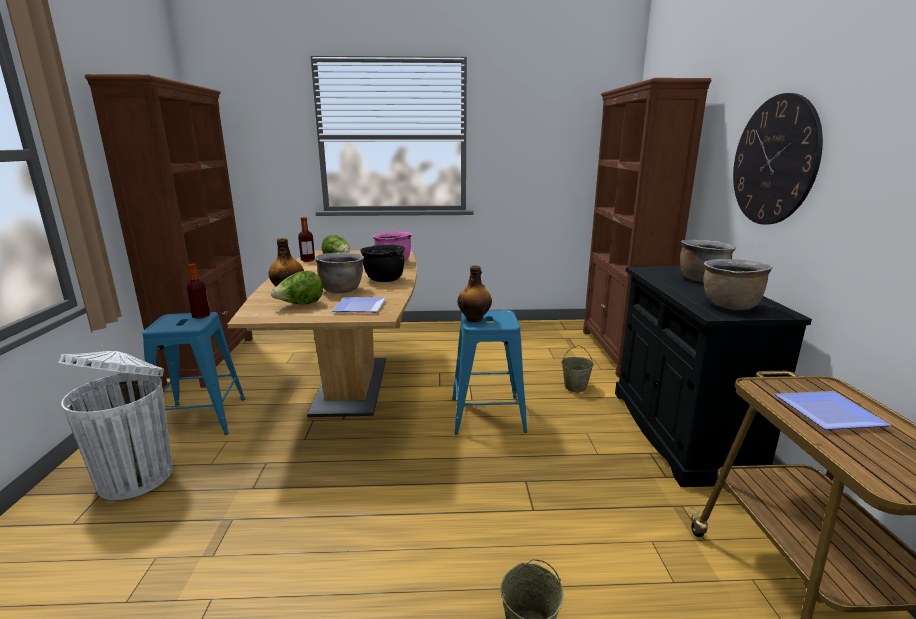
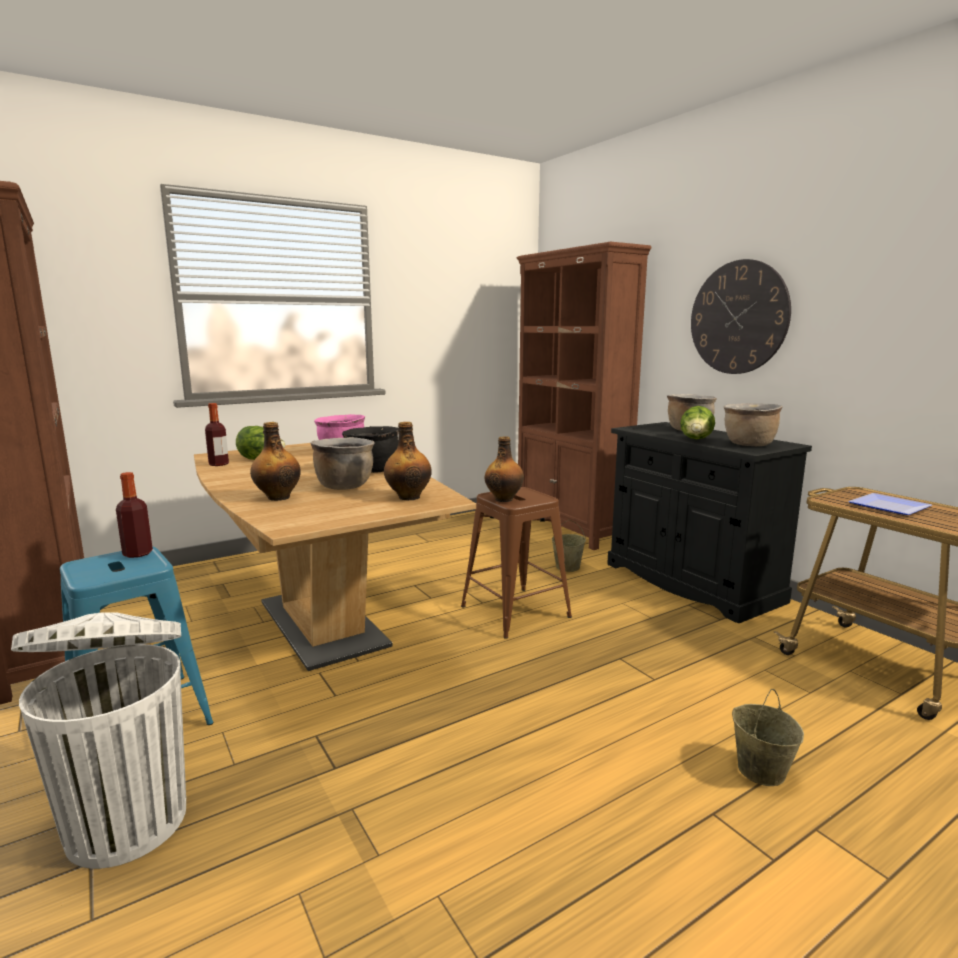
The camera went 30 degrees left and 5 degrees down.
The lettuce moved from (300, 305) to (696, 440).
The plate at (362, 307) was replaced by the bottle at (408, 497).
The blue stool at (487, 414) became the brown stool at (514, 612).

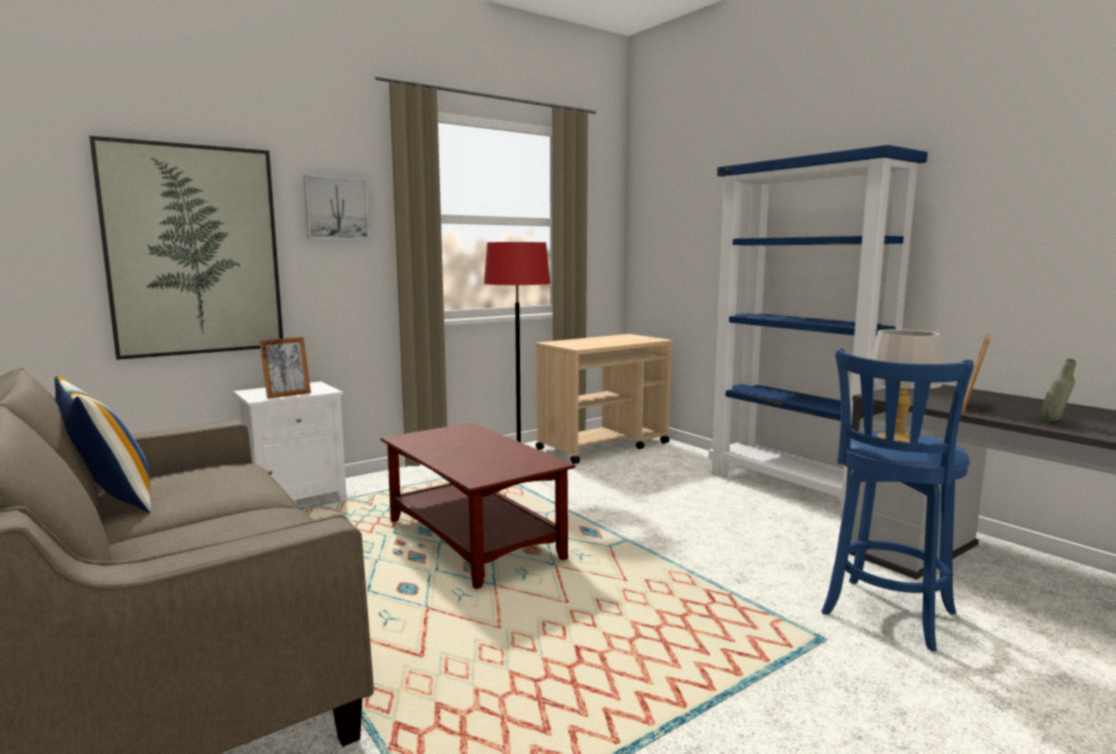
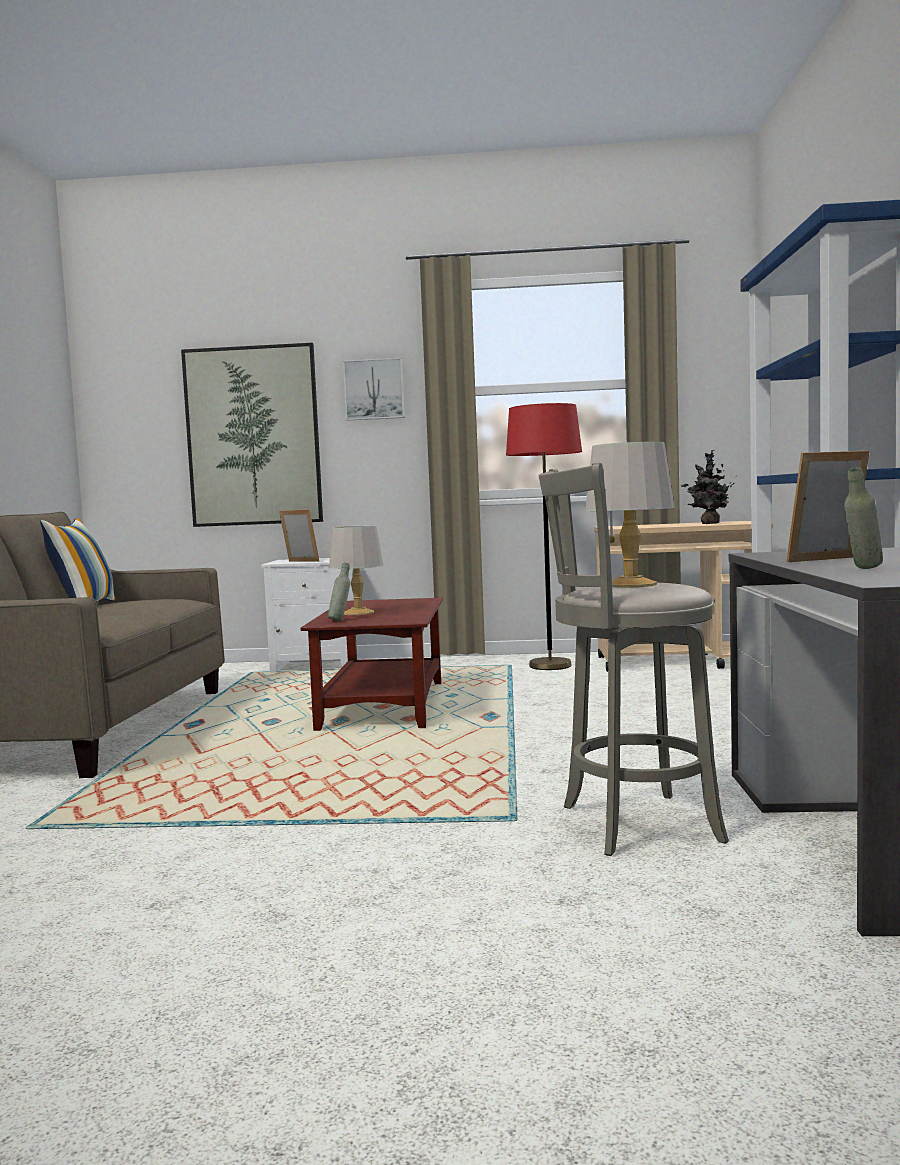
The camera went 40 degrees right and 5 degrees down.
The picture frame at (287, 395) turned 150 degrees counterclockwise.
The blue stool at (886, 616) became the grey stool at (631, 824).
The potted plant at (708, 523) appeared.
The grey table lamp at (358, 613) appeared.
The grey bottle at (340, 620) appeared.

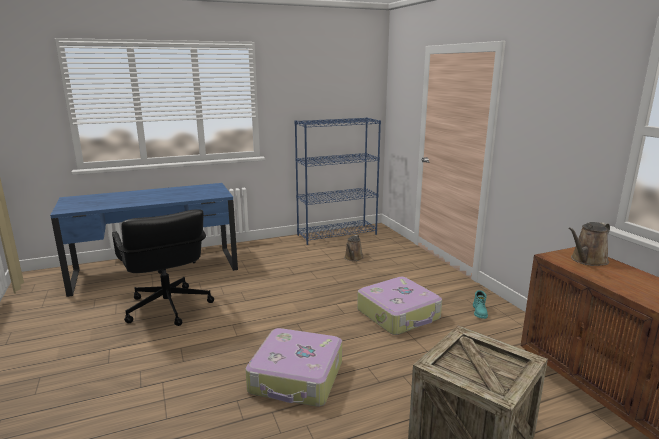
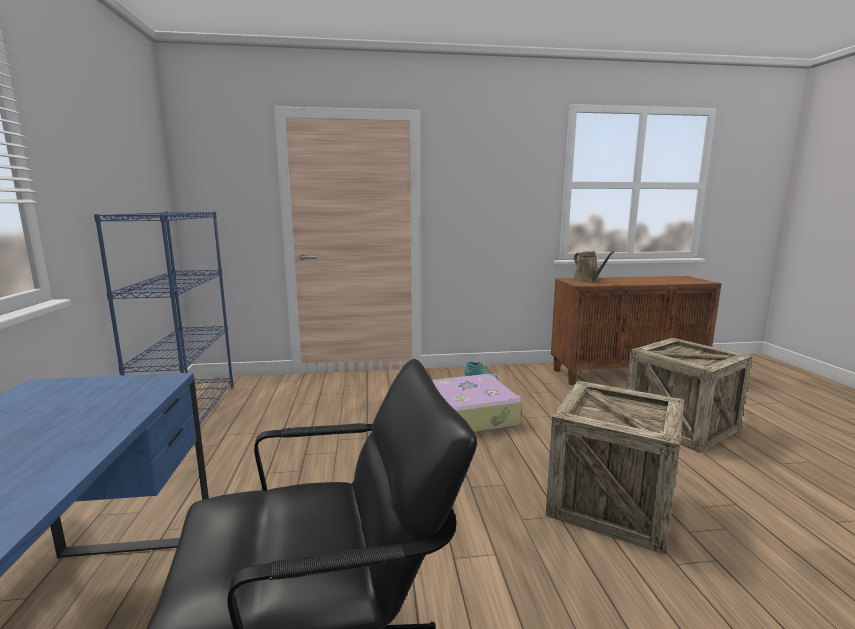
The camera went 75 degrees left and 5 degrees down.
The brown watering can at (353, 258) disappeared.
The suitcase at (297, 378) was replaced by the crate at (611, 503).

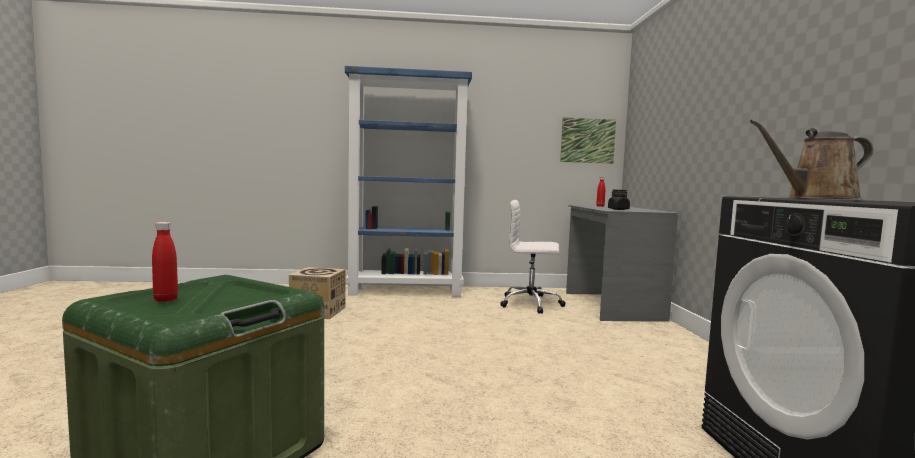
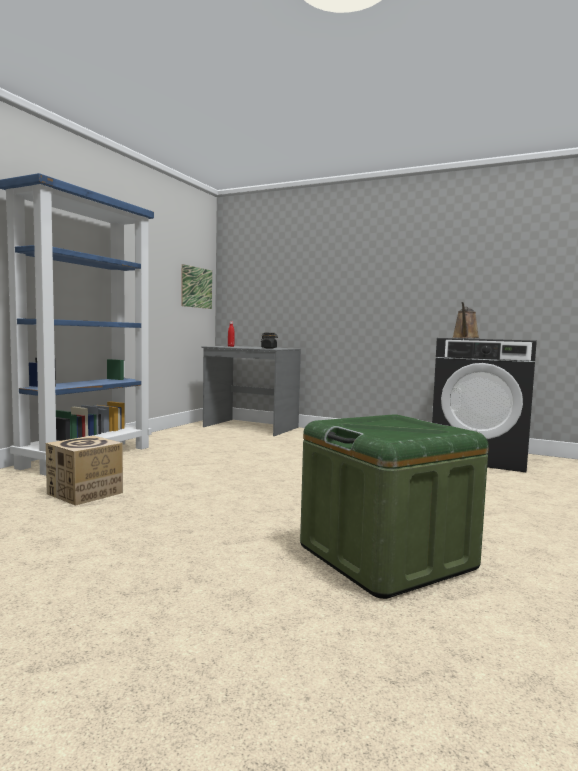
The camera went 60 degrees left and 0 degrees up.
The white office chair at (531, 304) disappeared.
The red bottle at (165, 299) disappeared.

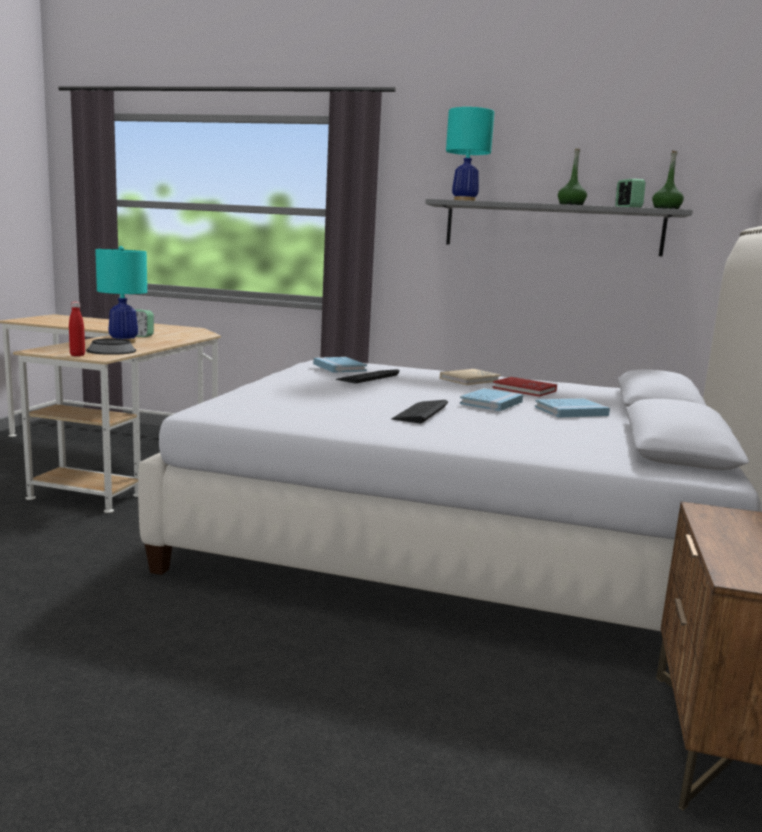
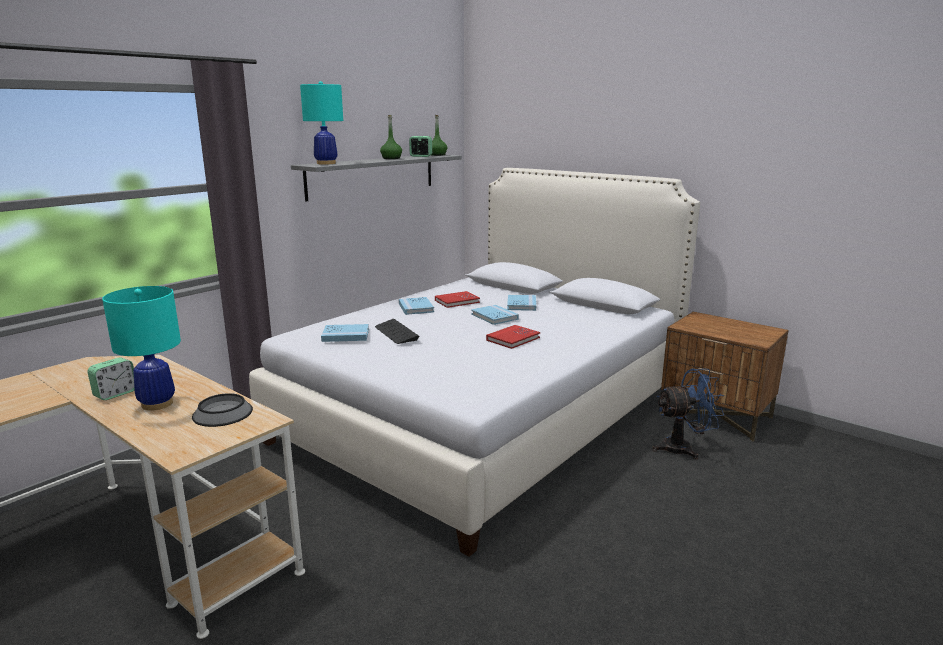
The camera went 65 degrees left and 5 degrees up.
The red bottle at (77, 355) disappeared.
The beige book at (469, 380) became the blue book at (416, 308).
The keyboard at (420, 413) was replaced by the red book at (513, 339).
The blue fan at (683, 448) appeared.

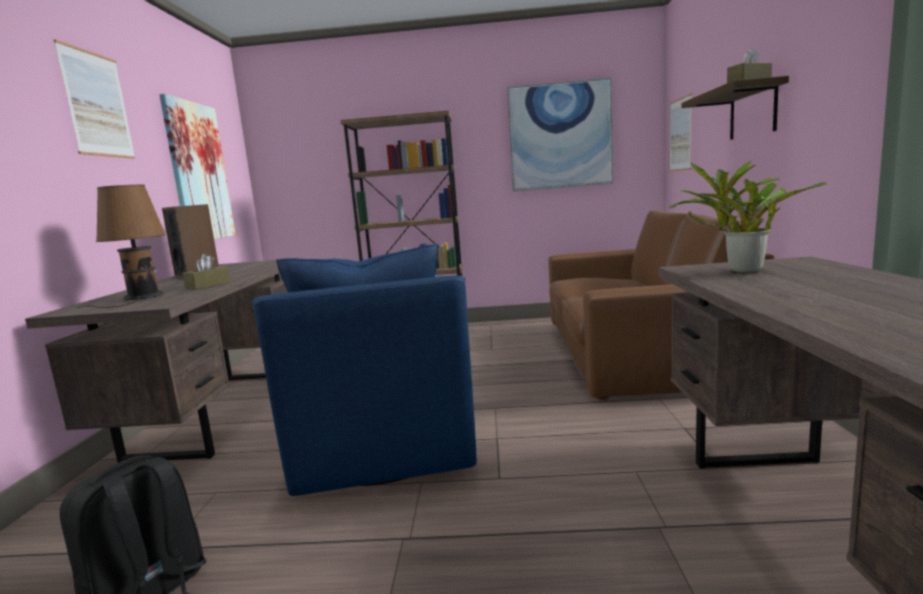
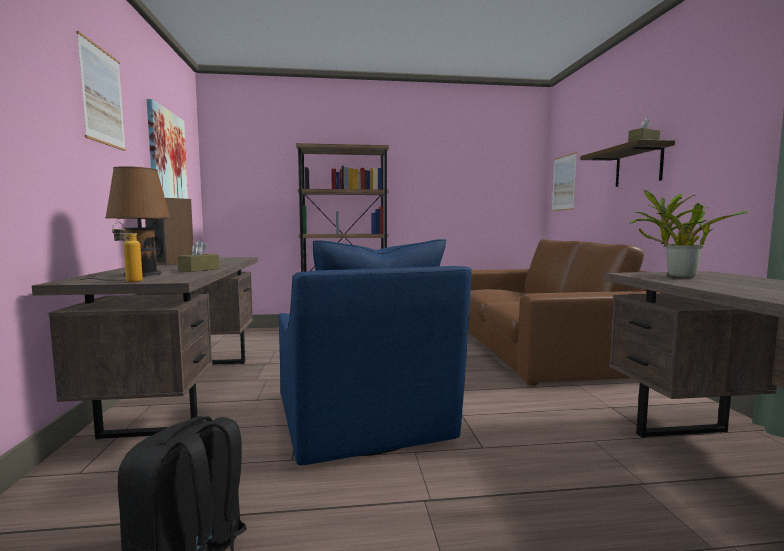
The camera went 10 degrees left and 5 degrees down.
The picture at (560, 136) disappeared.
The bottle at (129, 282) appeared.

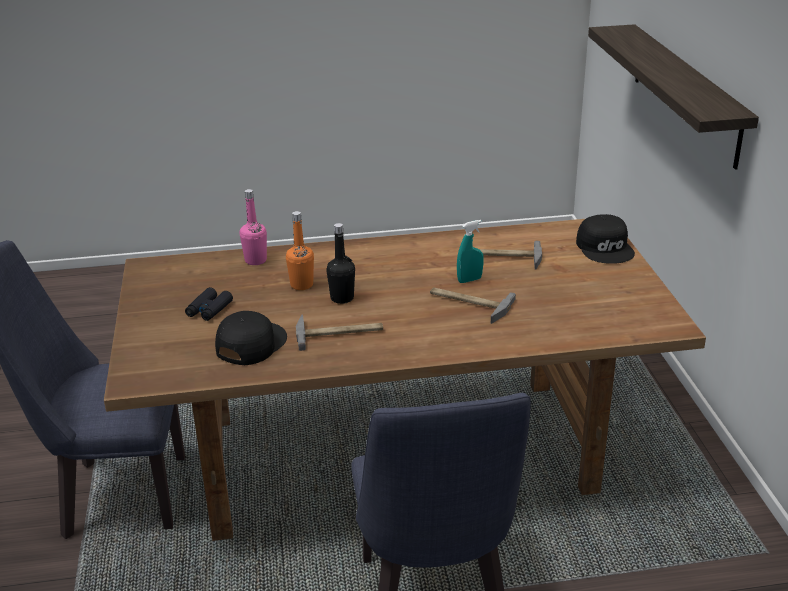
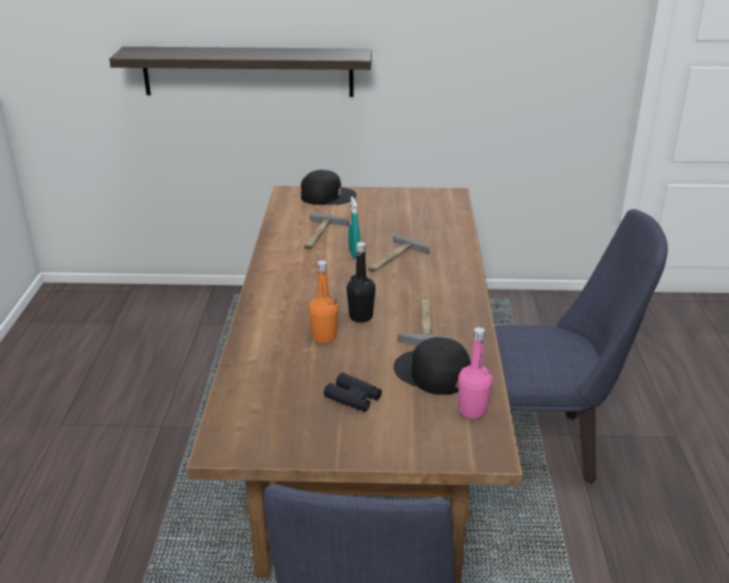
The camera went 80 degrees left and 0 degrees up.
The pink bottle moved from (255, 260) to (472, 411).

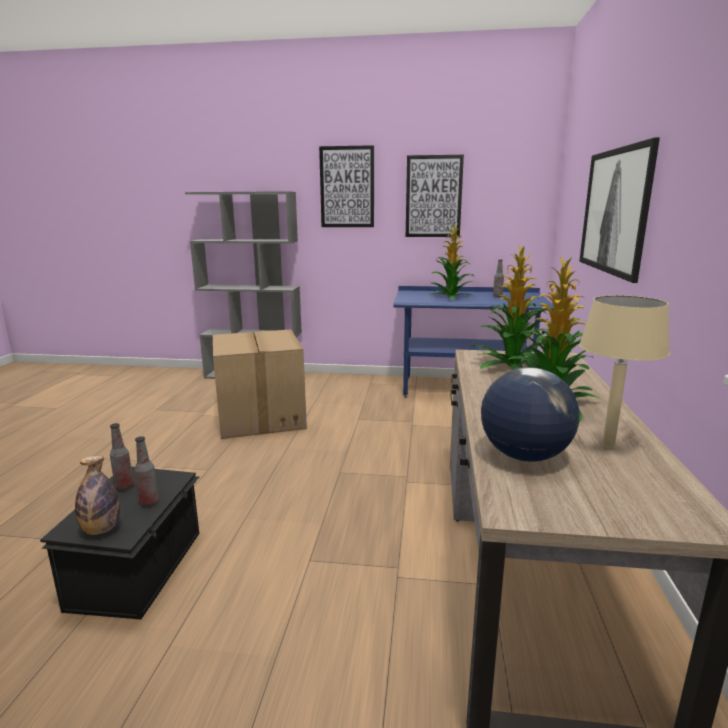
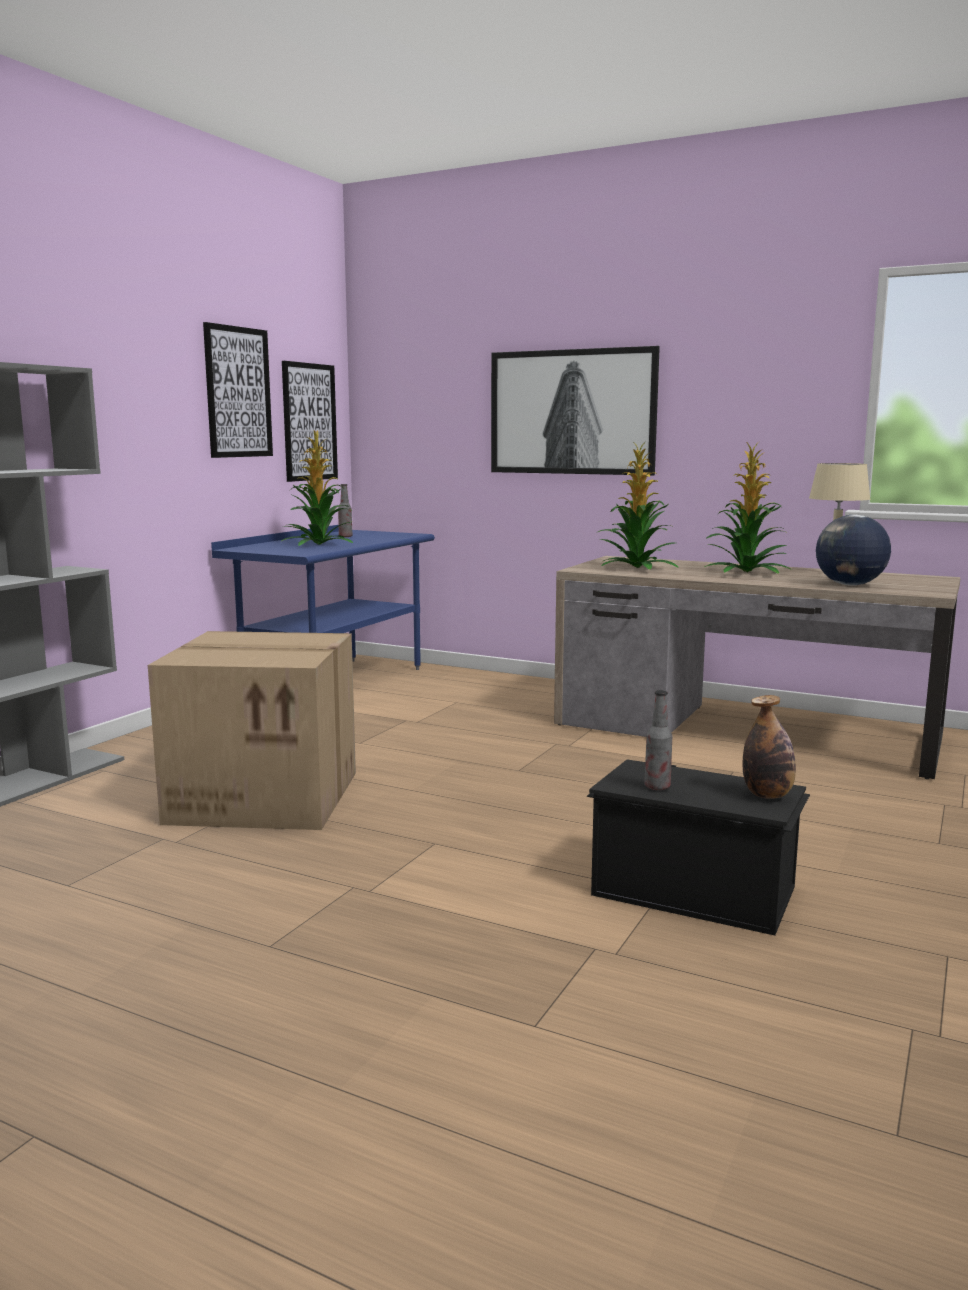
The camera went 70 degrees left and 5 degrees down.
The picture moved from (347, 187) to (309, 422).
The bottle at (149, 502) disappeared.

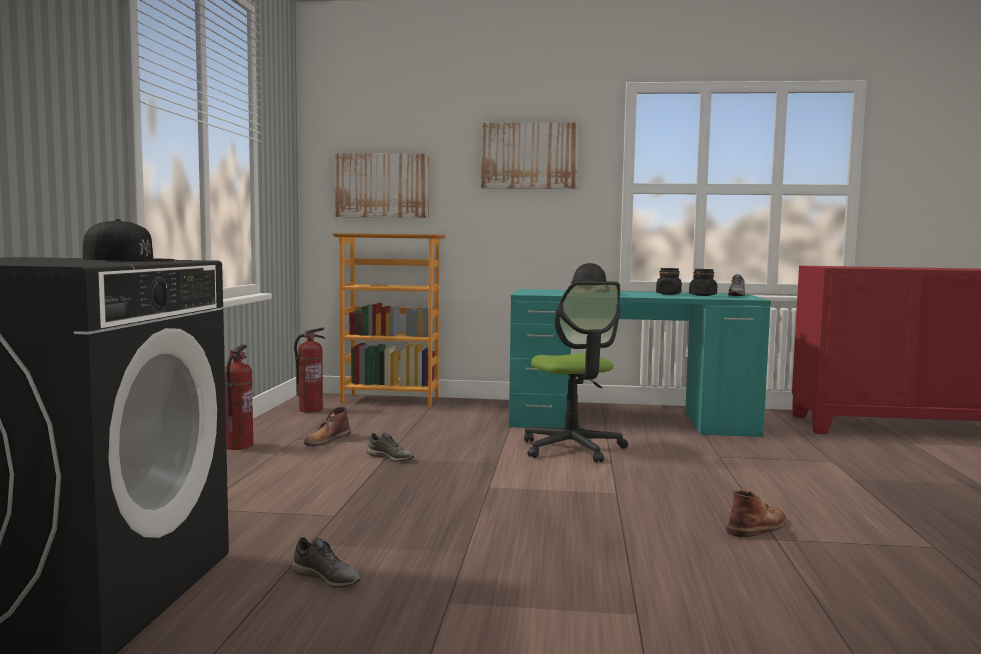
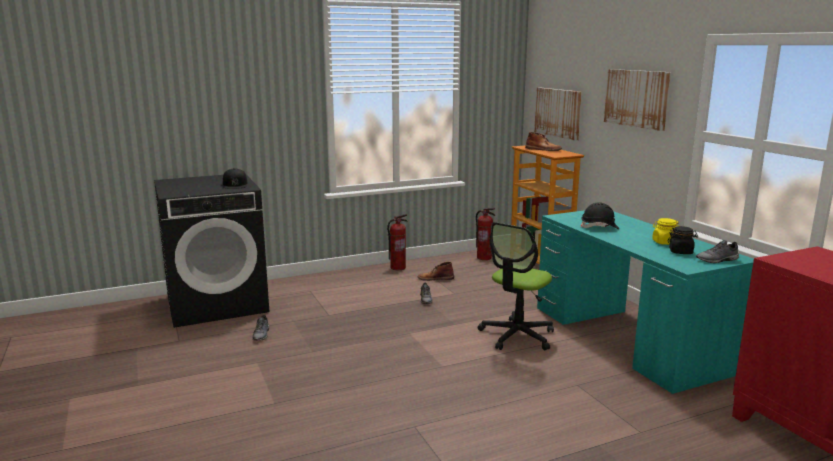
The camera went 60 degrees right and 10 degrees up.
The black jar at (668, 294) became the yellow jar at (664, 242).
The brown boot moved from (758, 527) to (543, 149).

